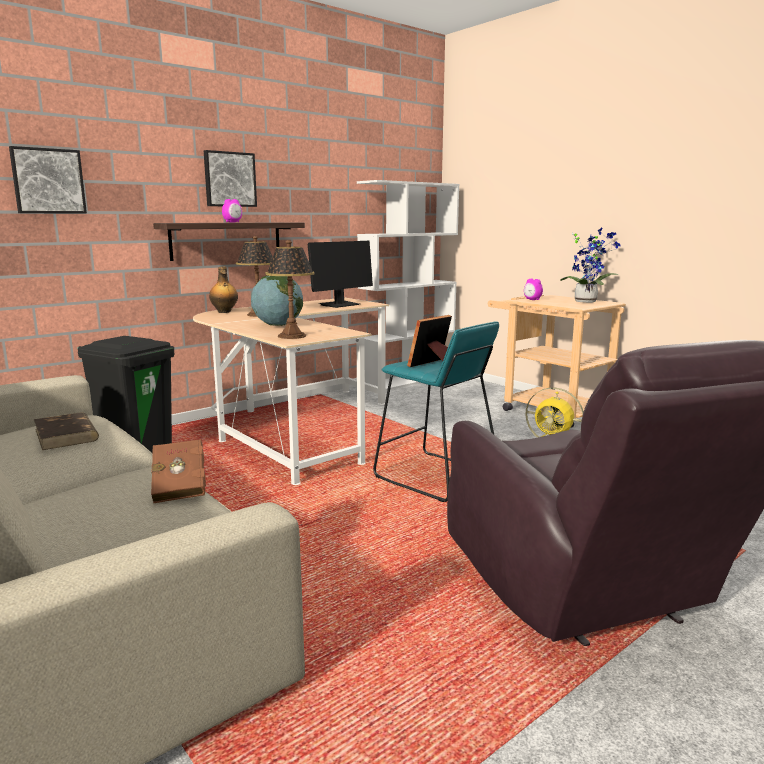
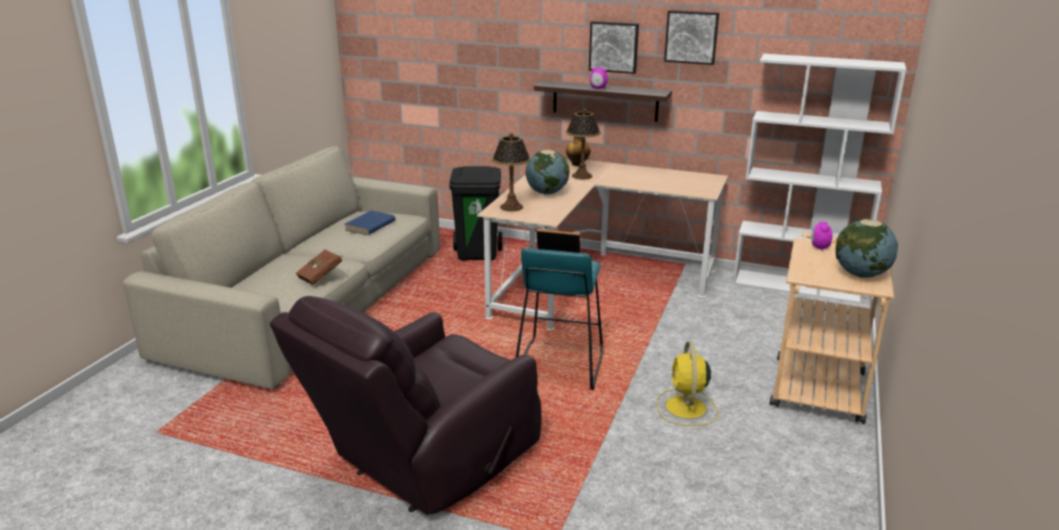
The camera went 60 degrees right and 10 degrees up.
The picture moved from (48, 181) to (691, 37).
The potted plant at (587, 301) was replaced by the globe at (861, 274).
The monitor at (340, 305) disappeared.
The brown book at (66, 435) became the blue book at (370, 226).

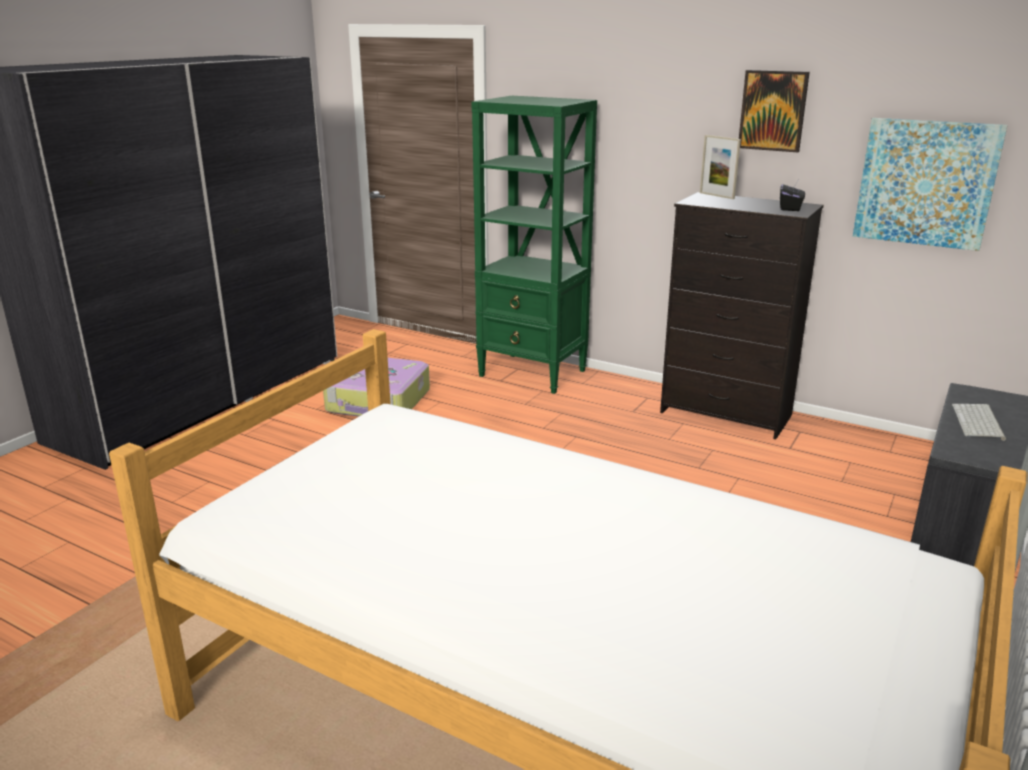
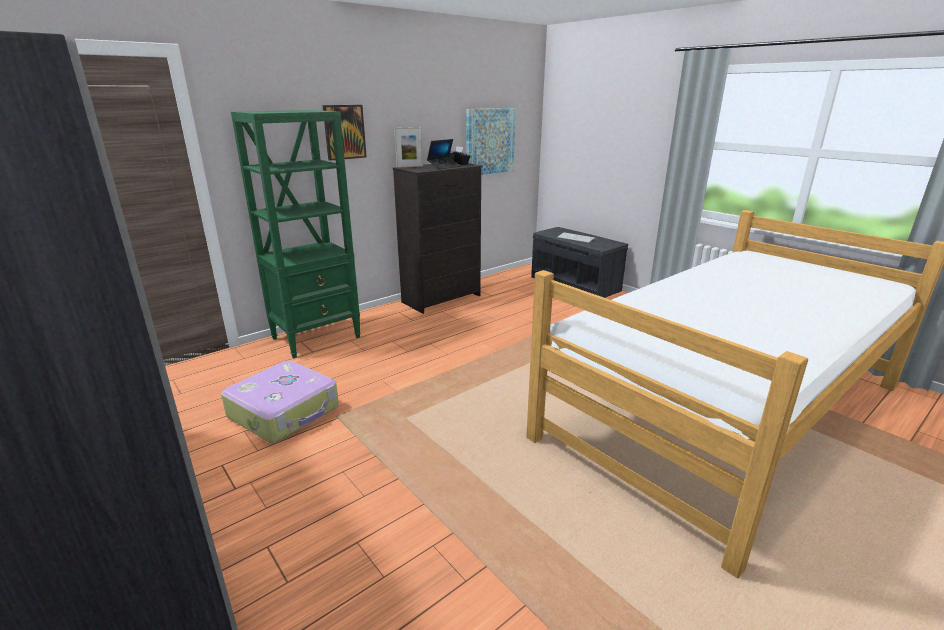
The camera went 70 degrees left and 0 degrees up.
The picture moved from (773, 110) to (344, 132).
The laptop at (444, 167) appeared.

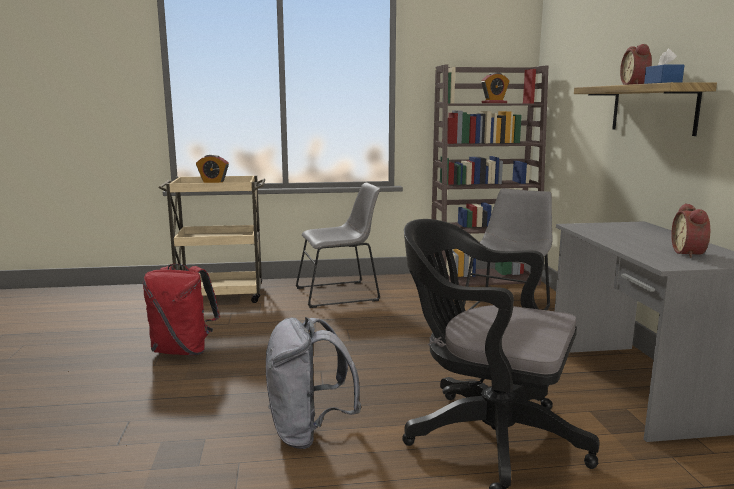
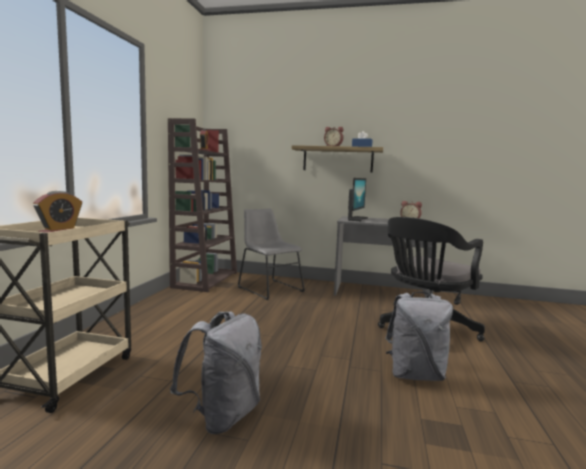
The camera went 70 degrees left and 5 degrees down.
The grey chair at (340, 294) disappeared.
The red backpack at (183, 350) became the grey backpack at (222, 416).
The monitor at (356, 219) appeared.

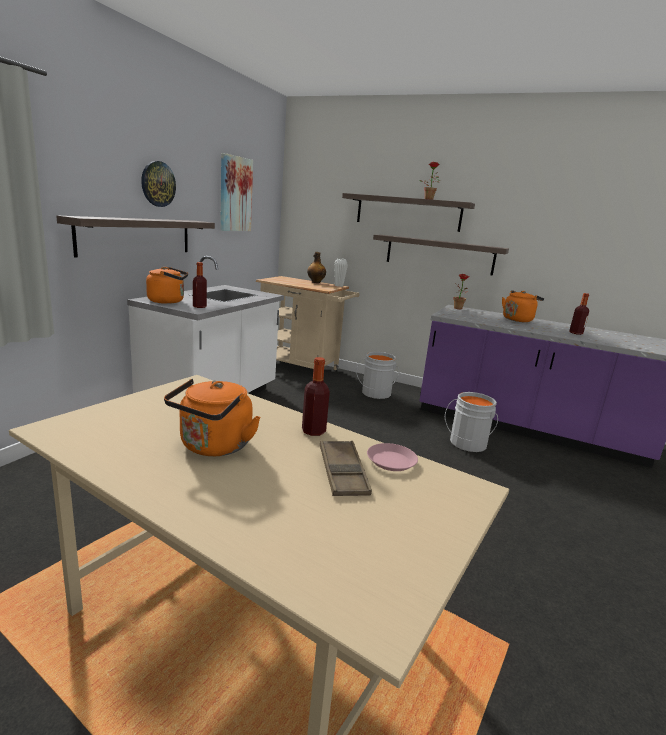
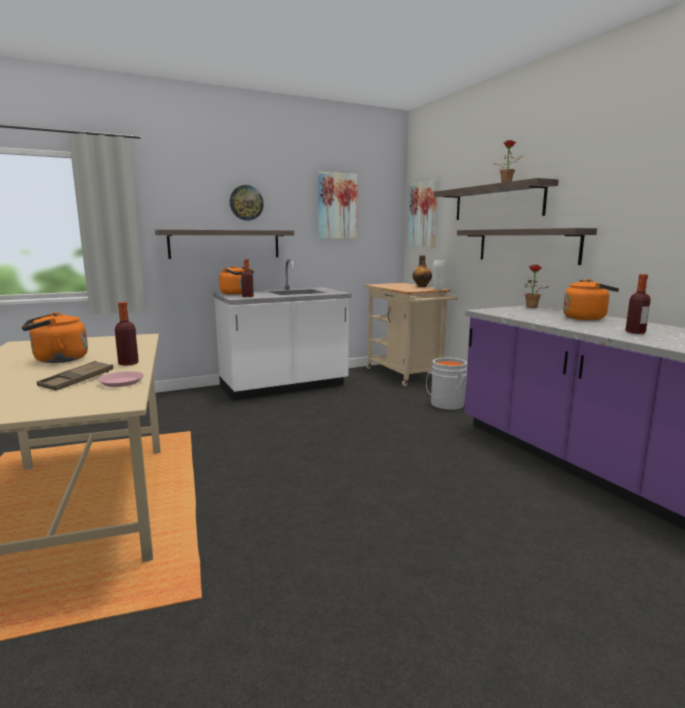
The camera went 40 degrees right and 5 degrees down.
The grey bucket at (467, 444) disappeared.
The picture at (423, 215) appeared.

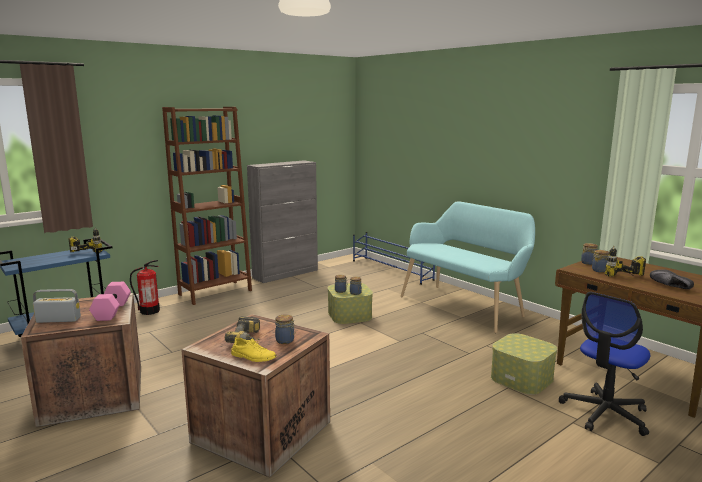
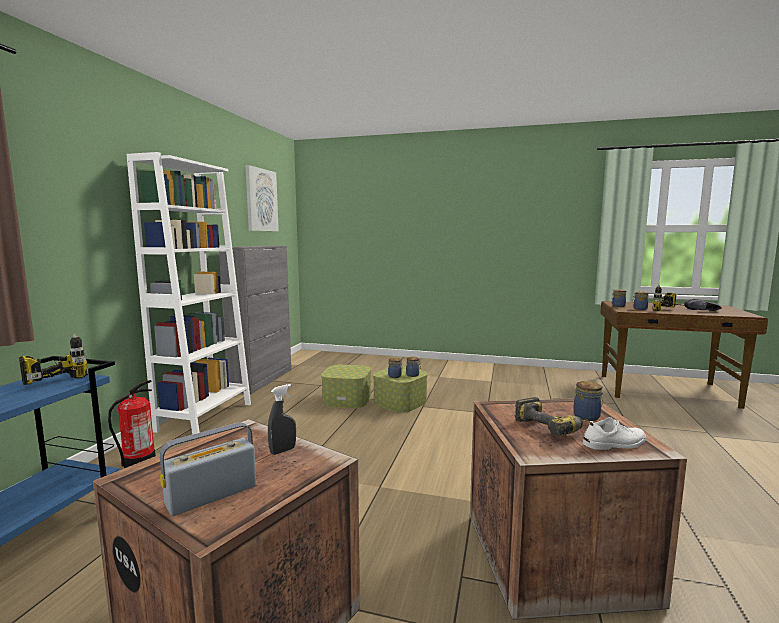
The camera went 35 degrees left and 5 degrees down.
The brown bookcase at (215, 292) became the white bookcase at (205, 417).
The turquoise bench at (465, 306) disappeared.
The blue shoe rack at (391, 270) disappeared.
The pink dumbbell at (113, 311) was replaced by the grey spray bottle at (283, 450).
The office chair at (605, 413) disappeared.
The storage box moved from (522, 378) to (347, 399).
The yellow shoe at (253, 356) became the white shoe at (614, 443).
The picture at (261, 200) appeared.

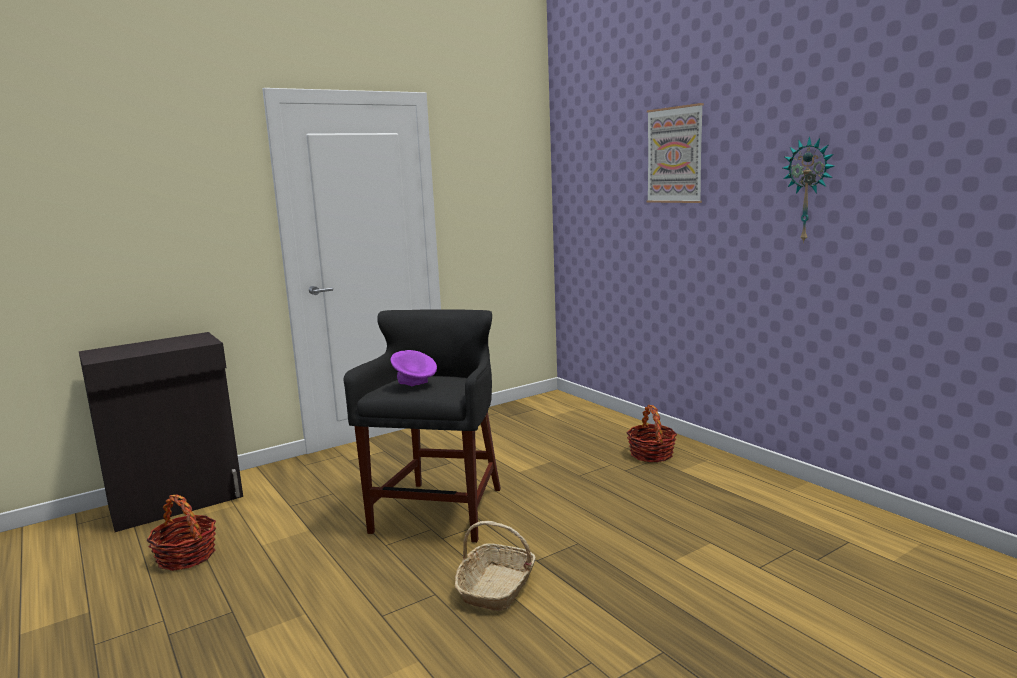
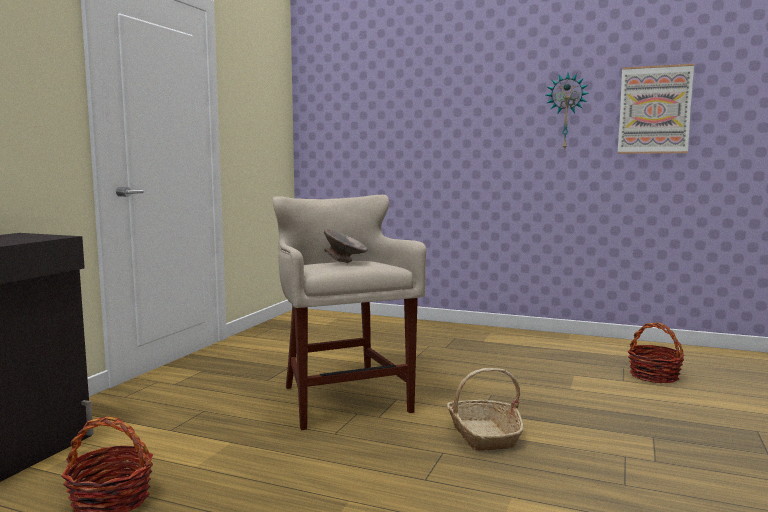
The camera went 35 degrees left and 5 degrees down.
The picture moved from (675, 155) to (654, 110).
The black stool at (440, 512) became the beige stool at (343, 401).
The purple bowl at (415, 385) became the grey bowl at (345, 263).
The basket moved from (651, 454) to (654, 376).

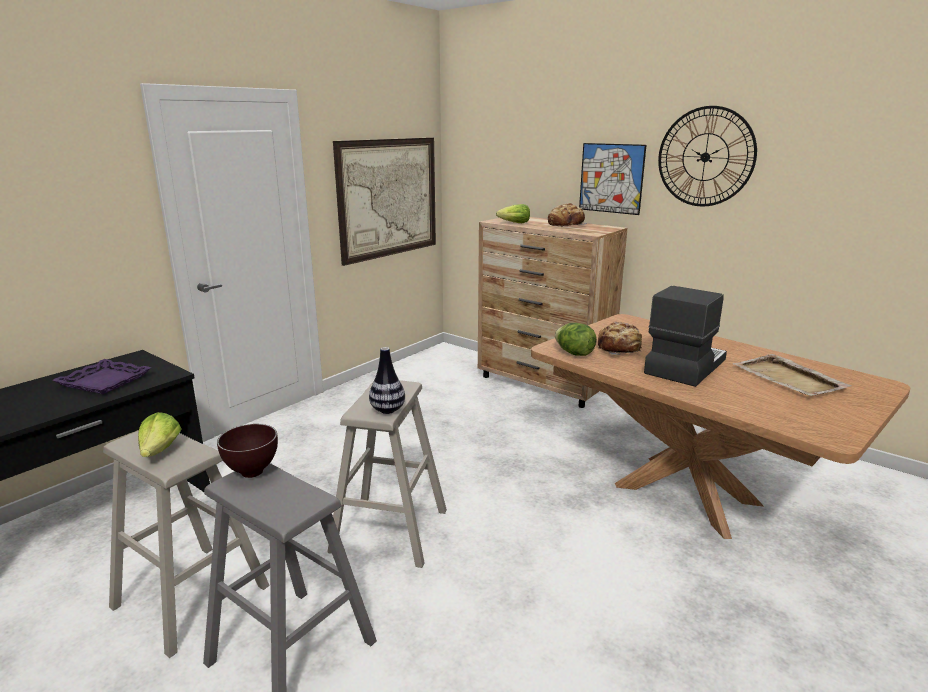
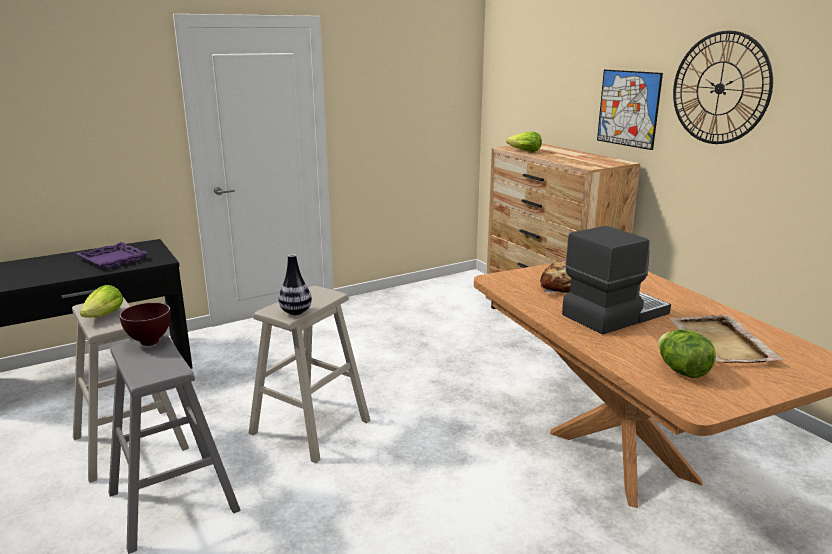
The camera went 20 degrees right and 0 degrees up.
The picture at (388, 198) disappeared.
The bread at (566, 224) disappeared.
The lettuce moved from (574, 353) to (682, 371).

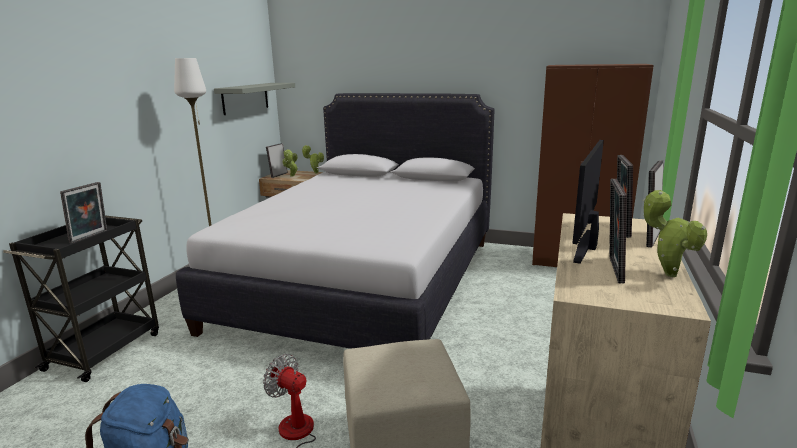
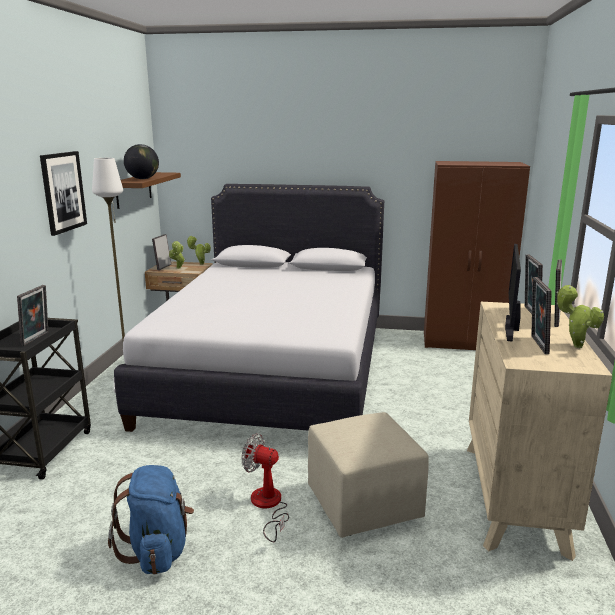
The camera went 10 degrees left and 0 degrees up.
The grey shelf at (245, 98) became the brown shelf at (133, 190).
The globe at (143, 179) appeared.
The picture at (63, 192) appeared.

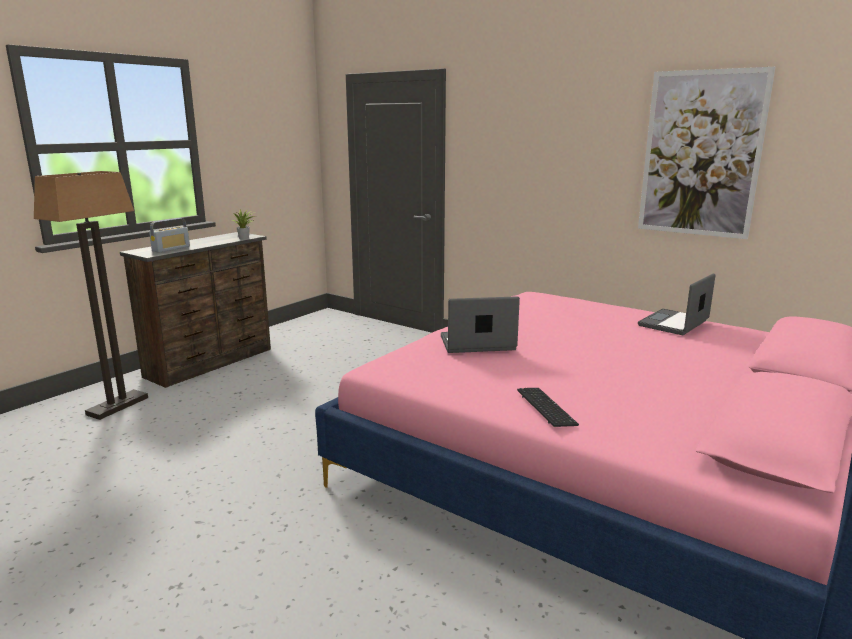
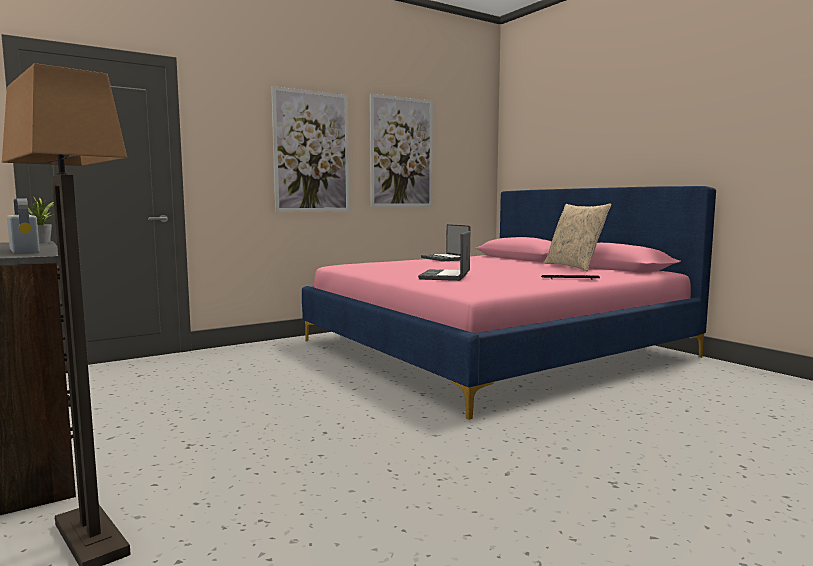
The camera went 70 degrees left and 10 degrees down.
The picture at (311, 152) appeared.
The beige pillow at (574, 267) appeared.

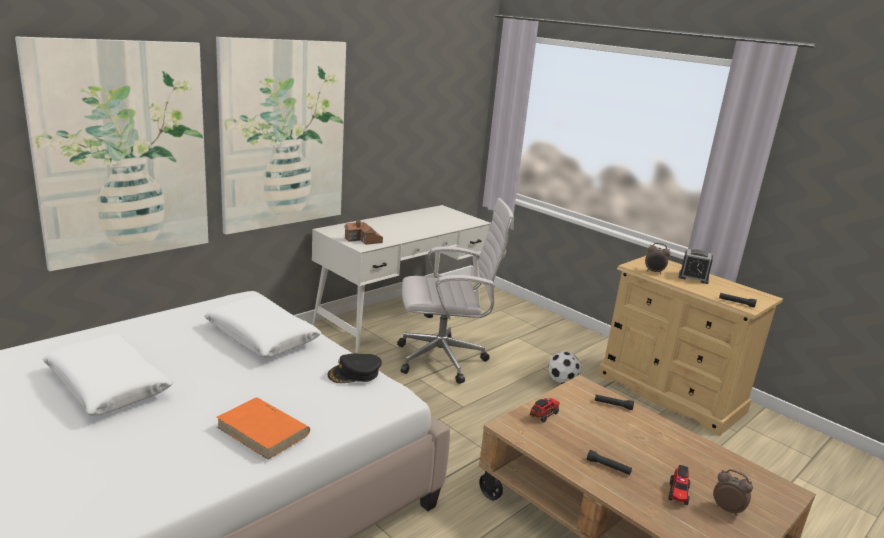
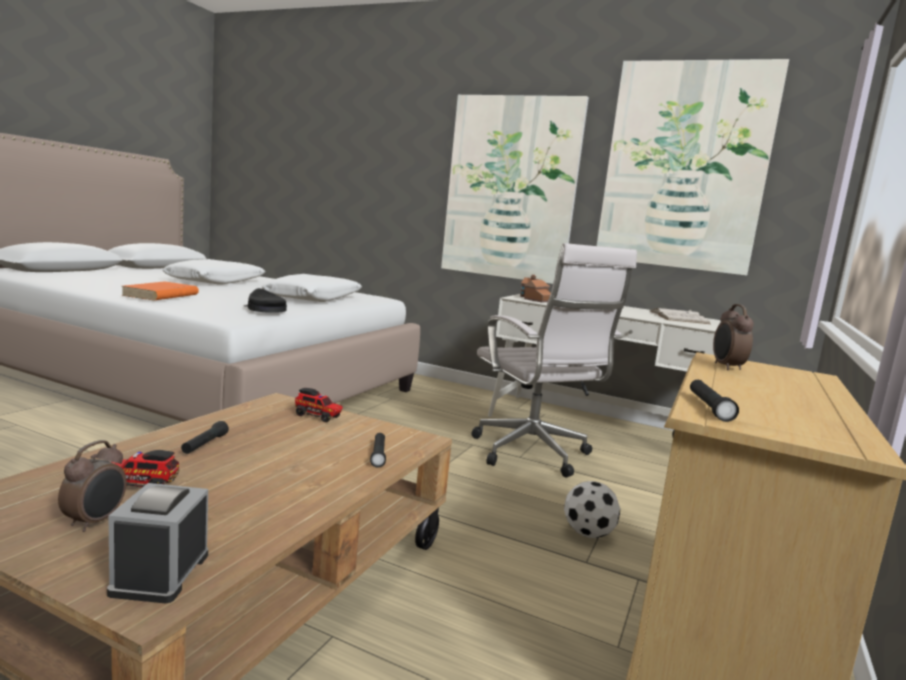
The camera went 70 degrees right and 10 degrees down.
The picture moved from (123, 153) to (684, 167).
The alarm clock moved from (693, 277) to (160, 573).
The white book at (678, 317) appeared.

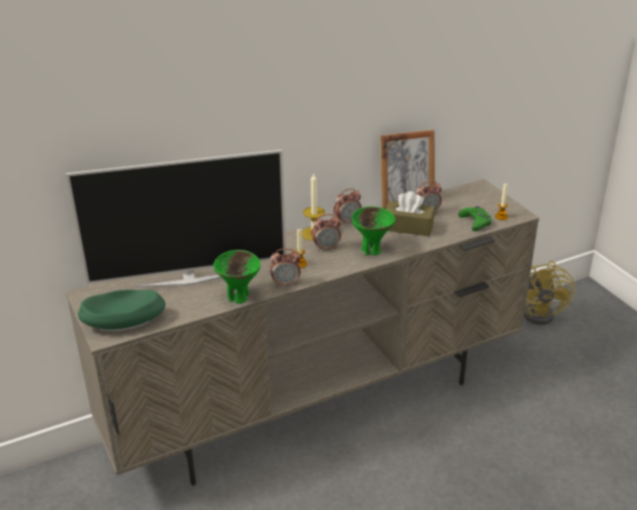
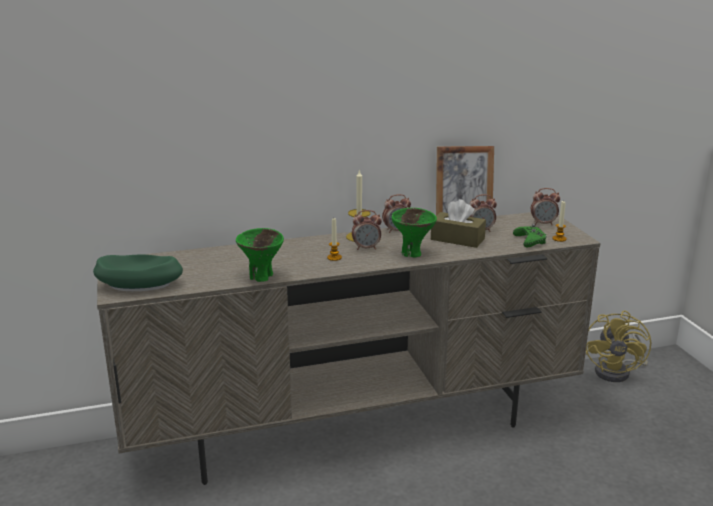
The camera went 10 degrees right and 10 degrees down.
The television at (189, 279) disappeared.
The alarm clock moved from (286, 283) to (543, 223).

